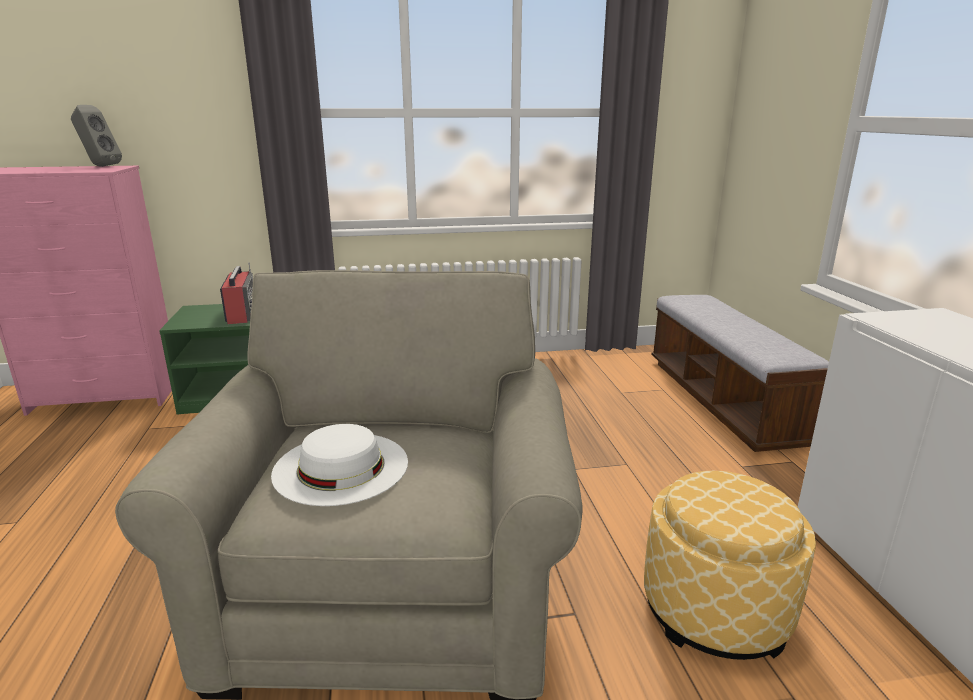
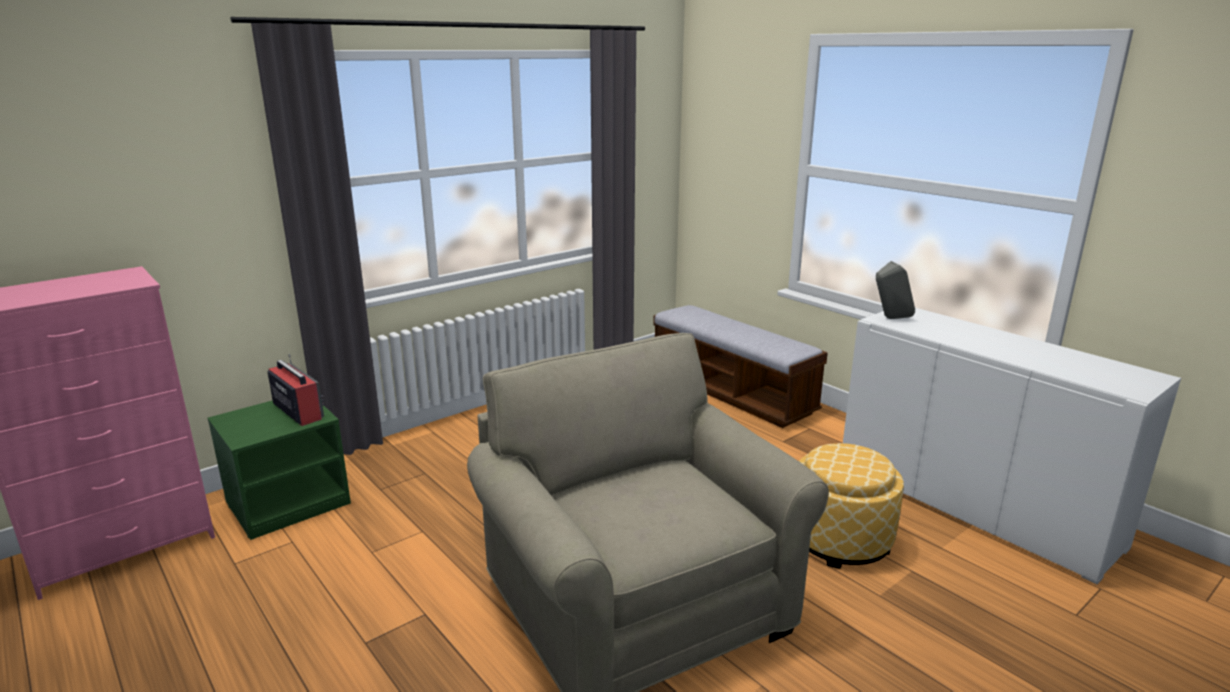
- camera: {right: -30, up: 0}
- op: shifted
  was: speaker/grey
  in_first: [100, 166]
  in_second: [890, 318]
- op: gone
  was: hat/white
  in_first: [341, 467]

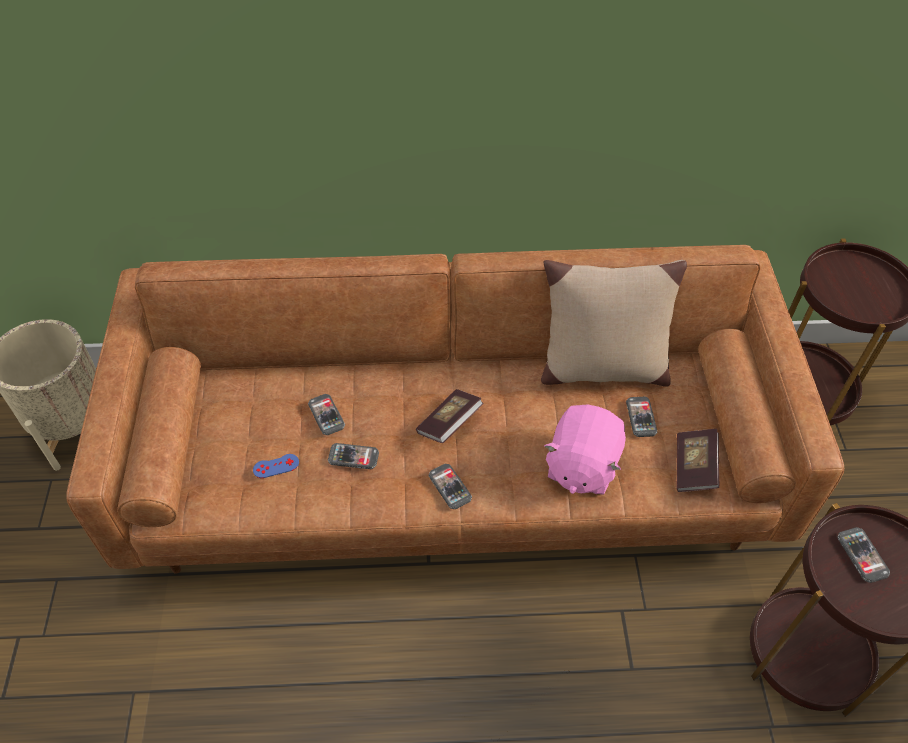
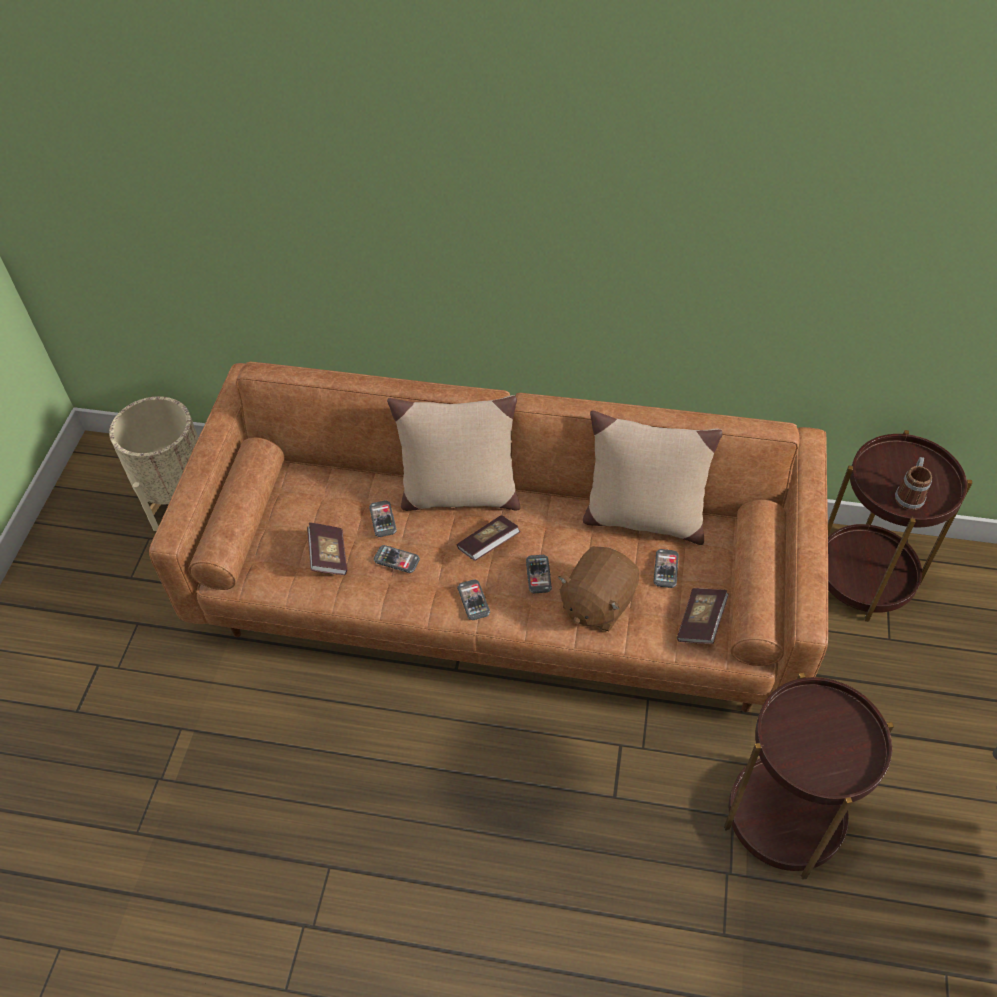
- camera: {right: 15, up: 0}
- op: swapped
  was: game controller/blue
  now: book
  in_first: [276, 466]
  in_second: [329, 556]
- op: new
  now: pillow/beige
  in_second: [458, 495]
- op: shifted
  was: phone
  in_first: [862, 555]
  in_second: [538, 574]
- op: repainted
  was: plush toy/pink
  now: plush toy/brown
  in_first: [581, 466]
  in_second: [597, 603]
- op: new
  now: mug
  in_second: [909, 494]

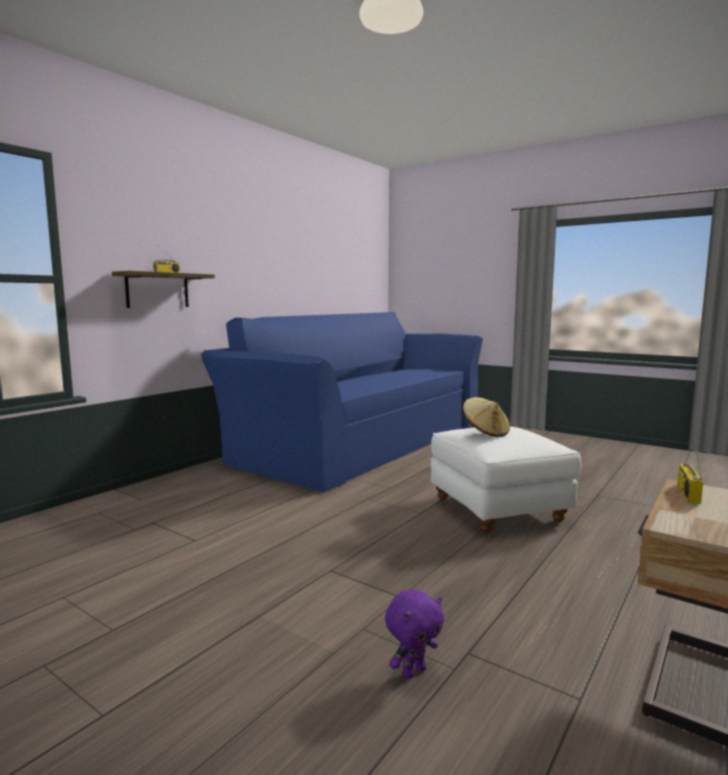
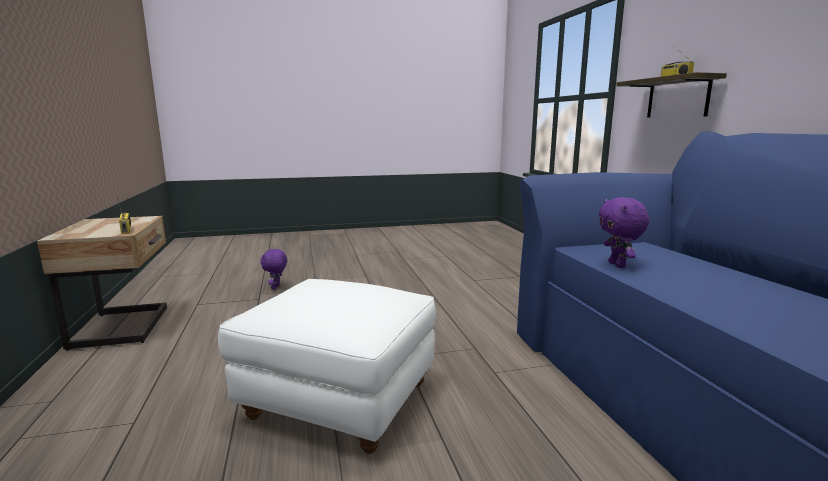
- camera: {right: 130, up: 5}
- op: new
  now: plush toy/purple
  in_second: [618, 265]
- op: gone
  was: hat/beige
  in_first: [485, 432]

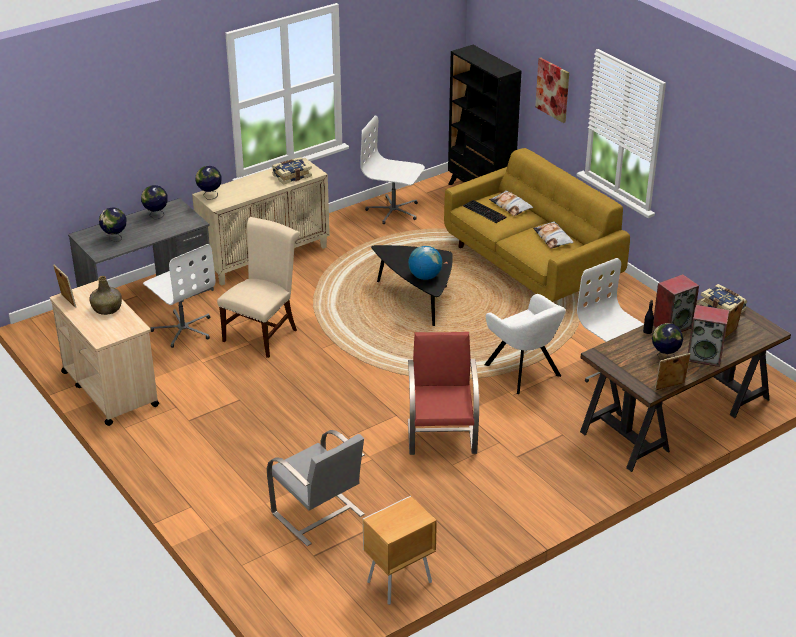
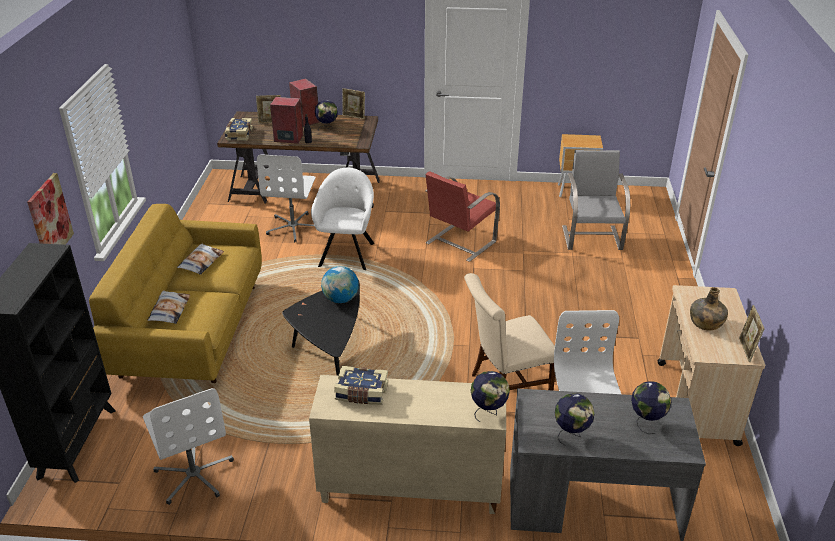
- camera: {right: -140, up: 0}
- op: gone
  was: keyboard
  in_first: [485, 211]

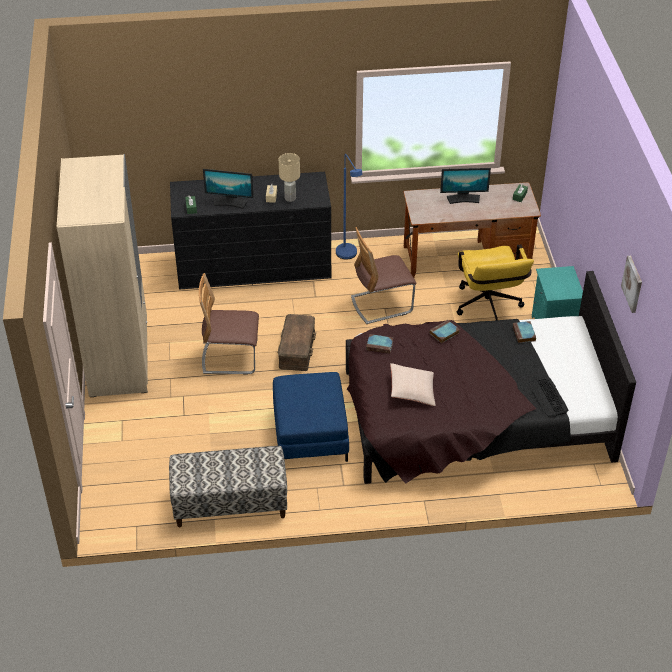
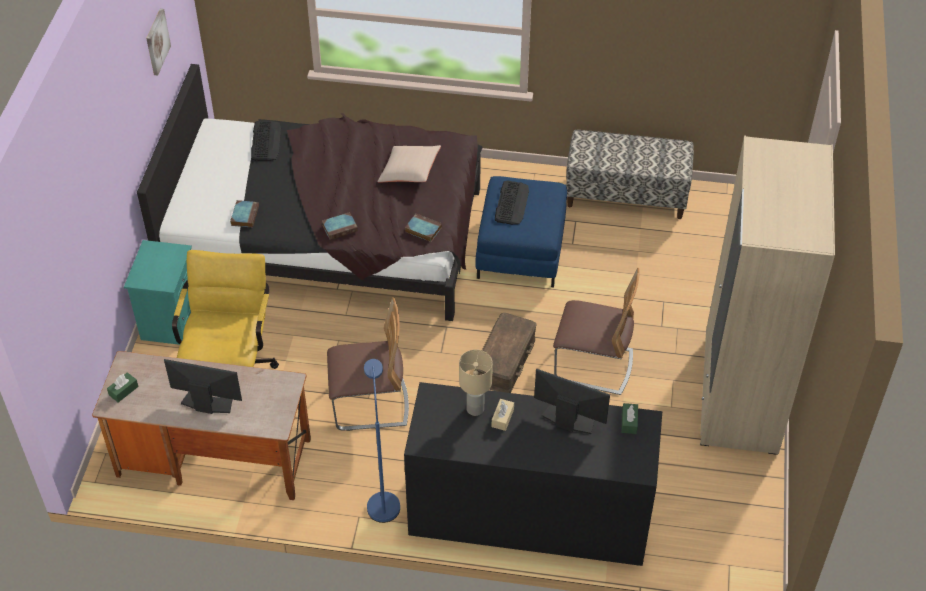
- camera: {right: -165, up: 5}
- op: new
  now: keyboard
  in_second: [511, 203]

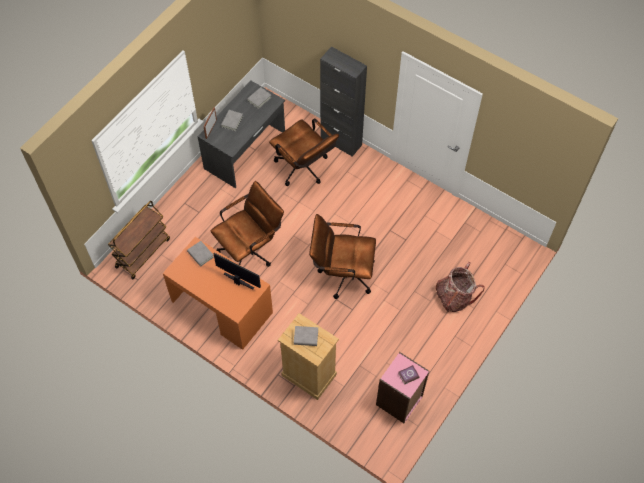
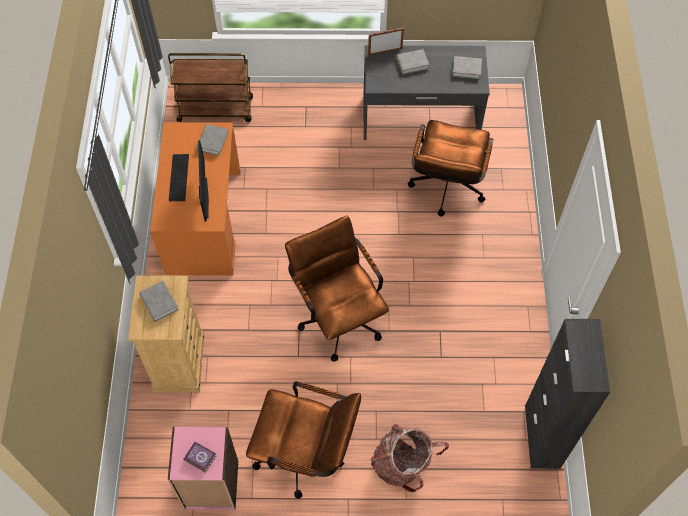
- camera: {right: 55, up: 0}
- op: new
  now: keyboard
  in_second: [179, 177]
- op: shifted
  was: office chair/brown
  in_first: [250, 249]
  in_second: [306, 455]
- op: shifted
  was: cabinet/black
  in_first: [341, 141]
  in_second: [542, 436]

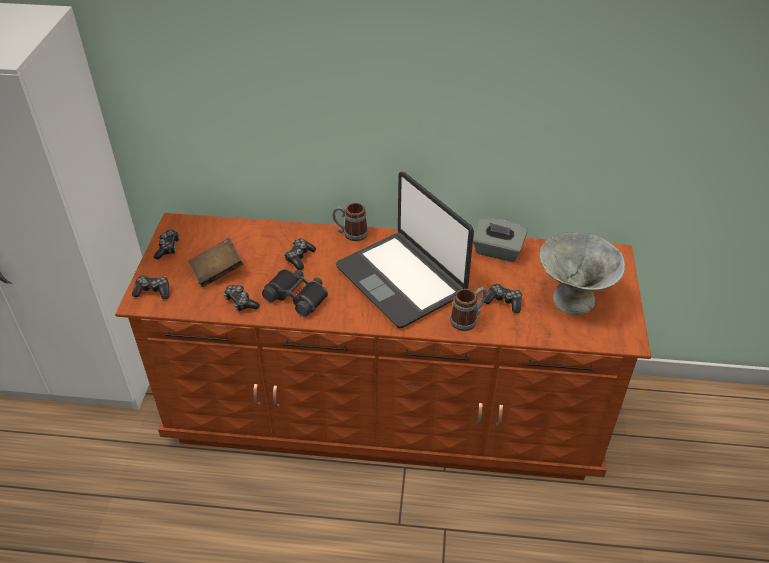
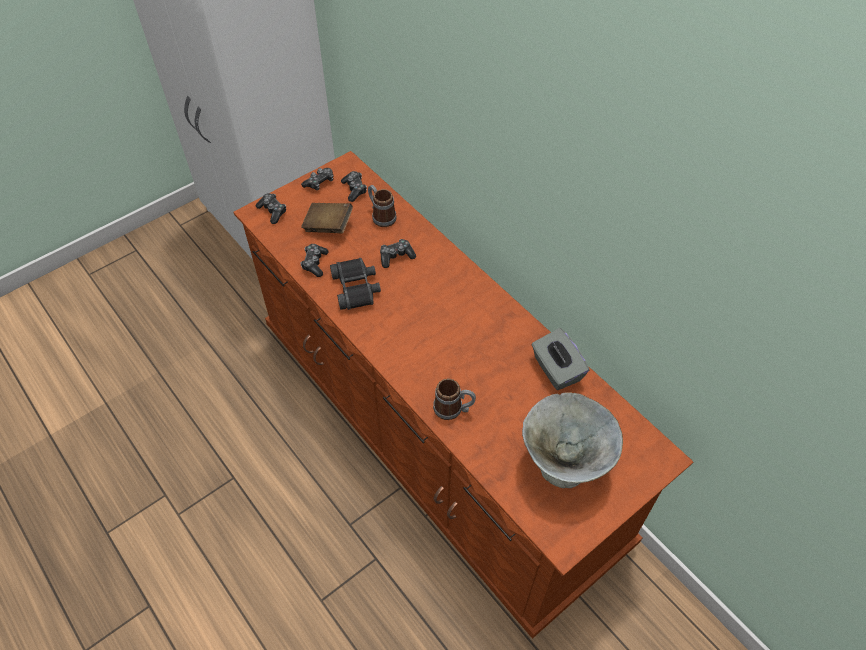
- camera: {right: 45, up: 10}
- op: shifted
  was: game controller
  in_first: [504, 302]
  in_second: [354, 189]
- op: shifted
  was: mug
  in_first: [350, 233]
  in_second: [381, 216]
- op: gone
  was: laptop
  in_first: [402, 279]

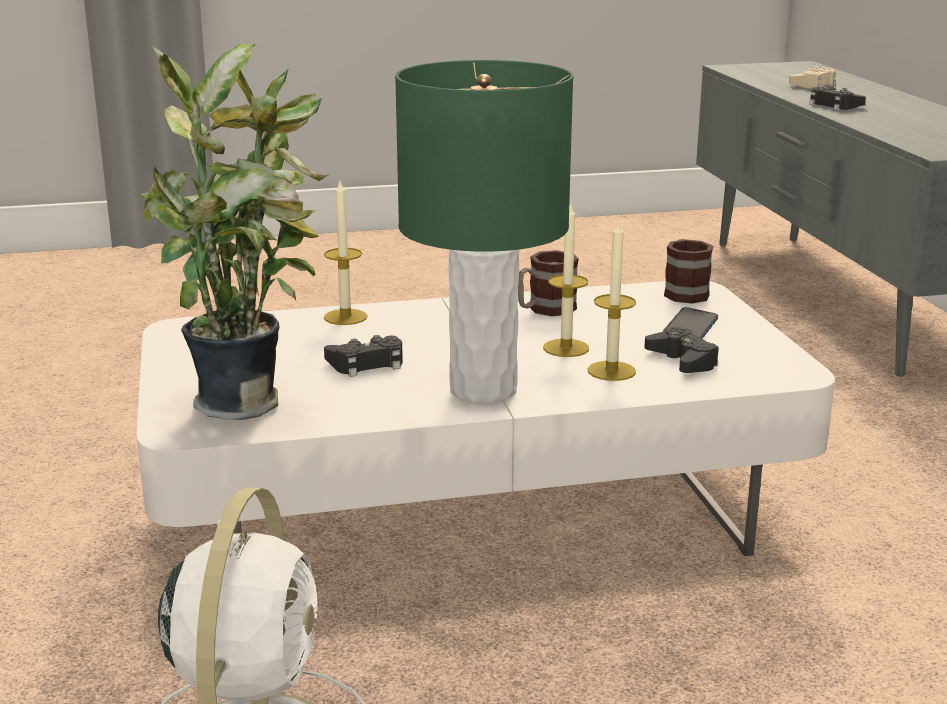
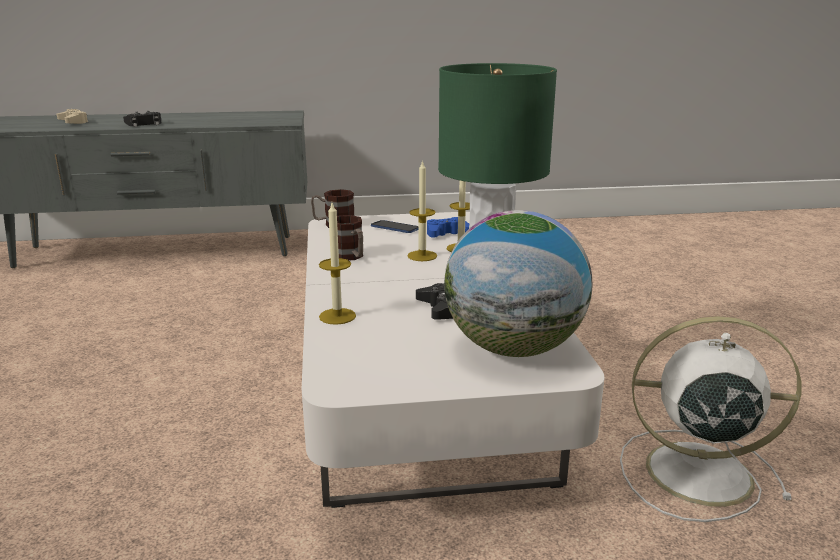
- camera: {right: -85, up: 0}
- op: repainted
  was: game controller/black
  now: game controller/blue
  in_first: [682, 360]
  in_second: [447, 233]
- op: swapped
  was: potted plant
  now: globe
  in_first: [247, 402]
  in_second: [513, 348]

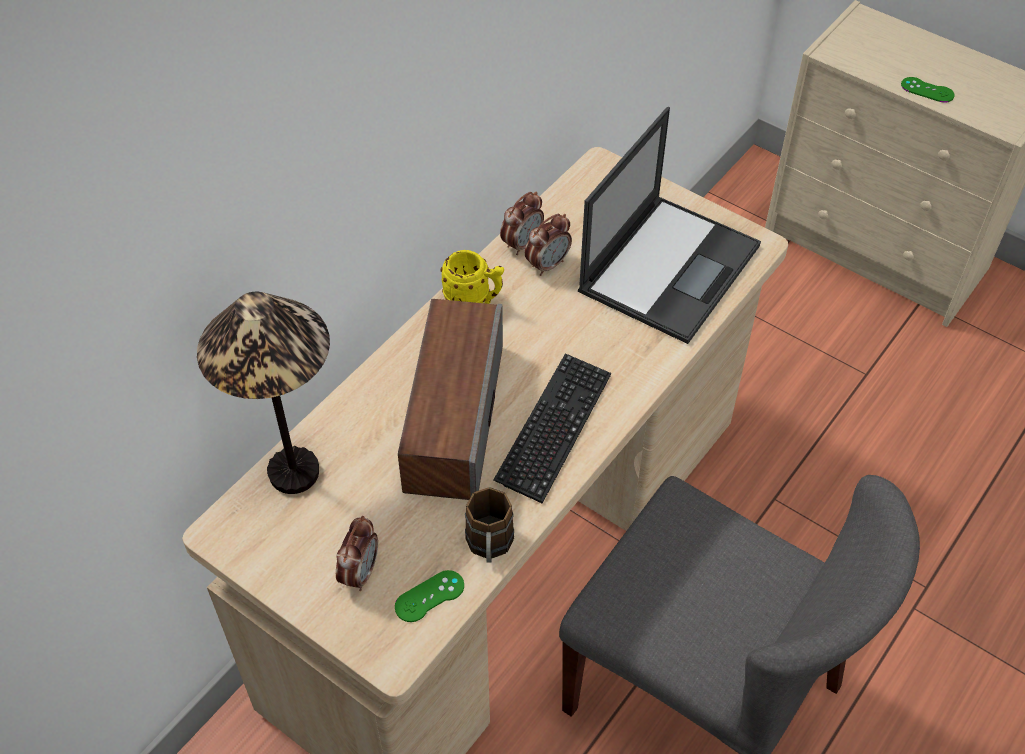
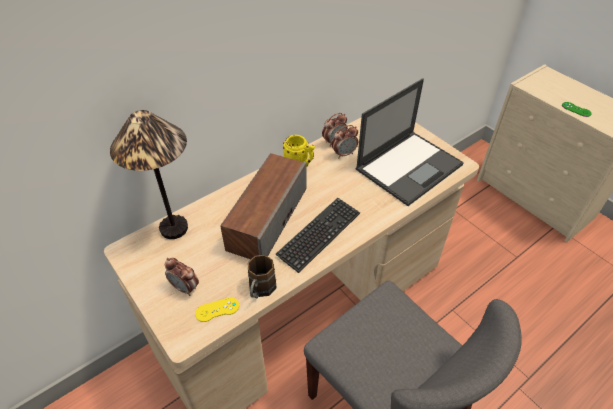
- camera: {right: 15, up: -5}
- op: rotated
  was: alarm clock
  in_first: [360, 573]
  in_second: [185, 288]
  clockwise: 90
- op: repainted
  was: game controller/green
  now: game controller/yellow
  in_first: [429, 596]
  in_second: [217, 309]

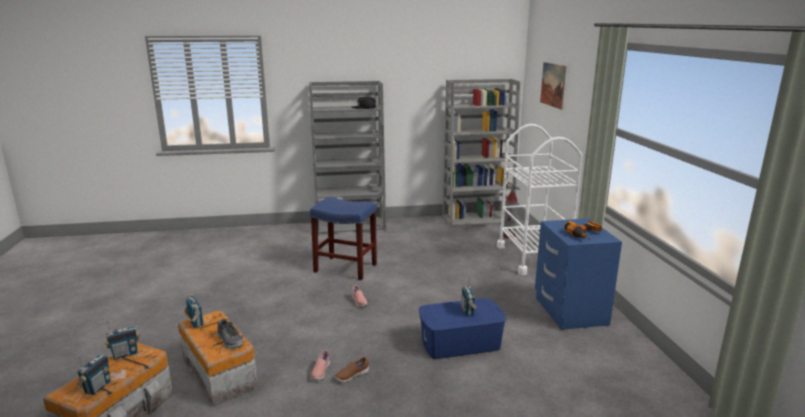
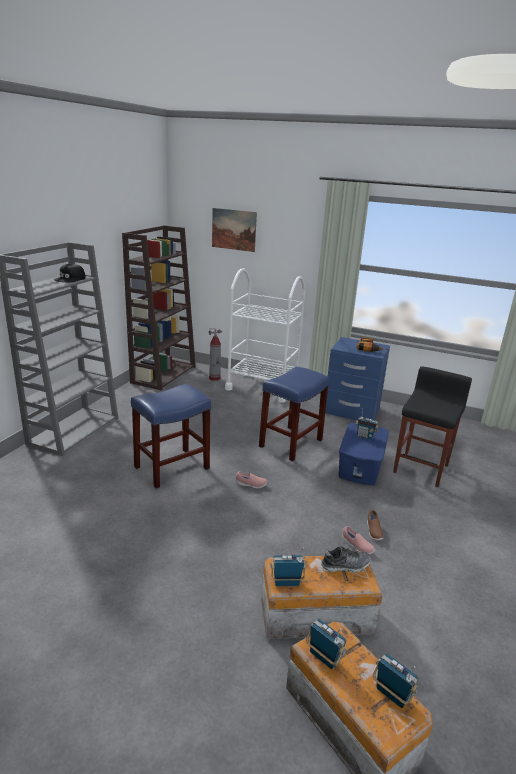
- camera: {right: -60, up: 5}
- op: repainted
  was: bookcase/grey
  now: bookcase/brown
  in_first: [478, 219]
  in_second: [163, 374]
- op: new
  now: stool/blue
  in_second: [291, 443]
- op: rotated
  was: radio
  in_first: [125, 354]
  in_second: [324, 657]
  clockwise: -45
- op: new
  now: stool/black
  in_second: [421, 468]

